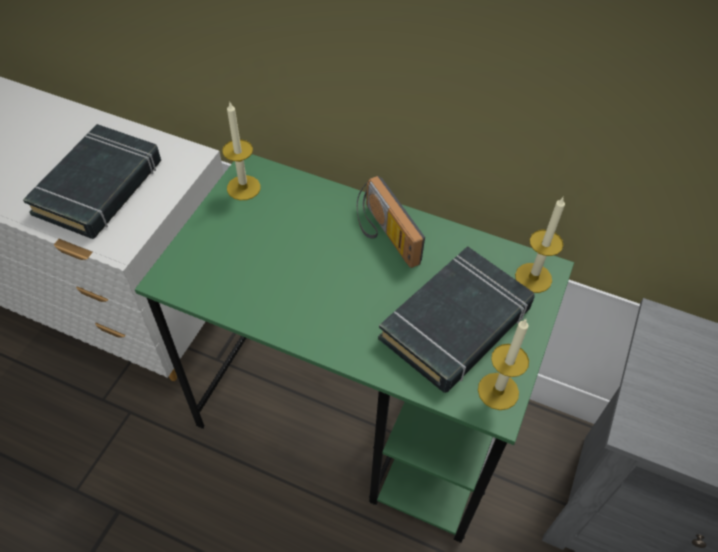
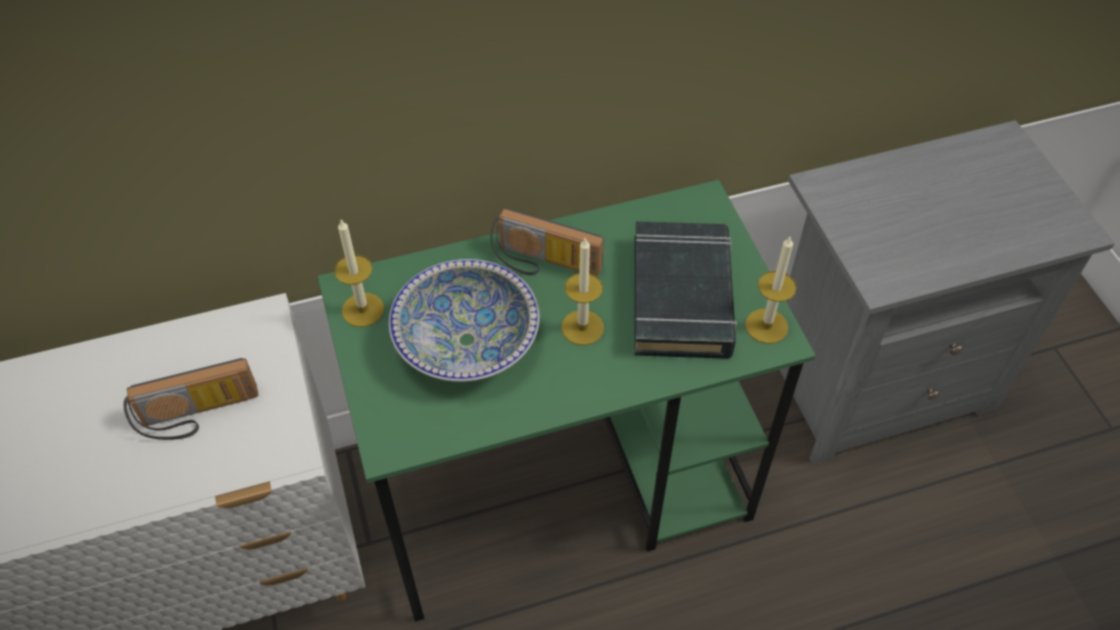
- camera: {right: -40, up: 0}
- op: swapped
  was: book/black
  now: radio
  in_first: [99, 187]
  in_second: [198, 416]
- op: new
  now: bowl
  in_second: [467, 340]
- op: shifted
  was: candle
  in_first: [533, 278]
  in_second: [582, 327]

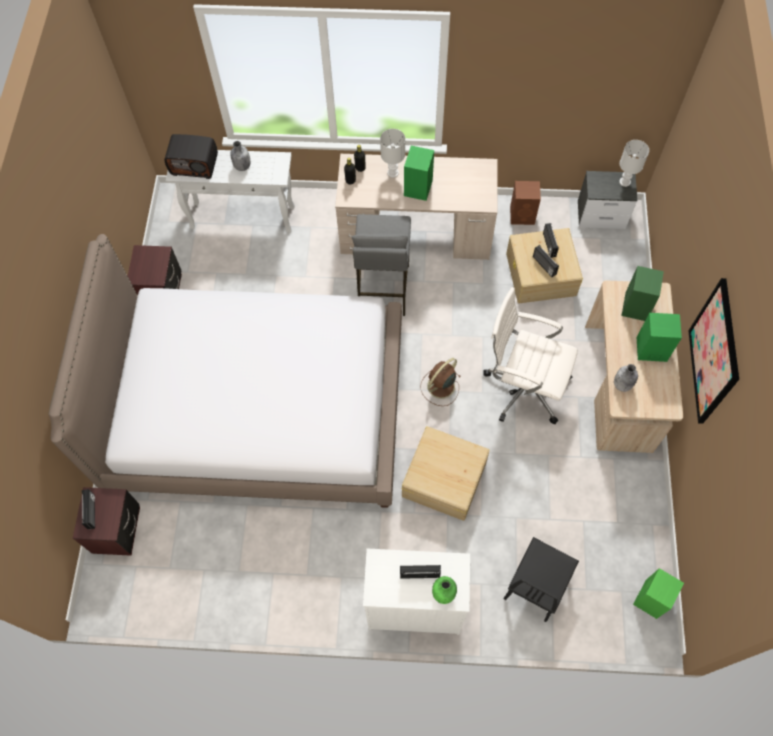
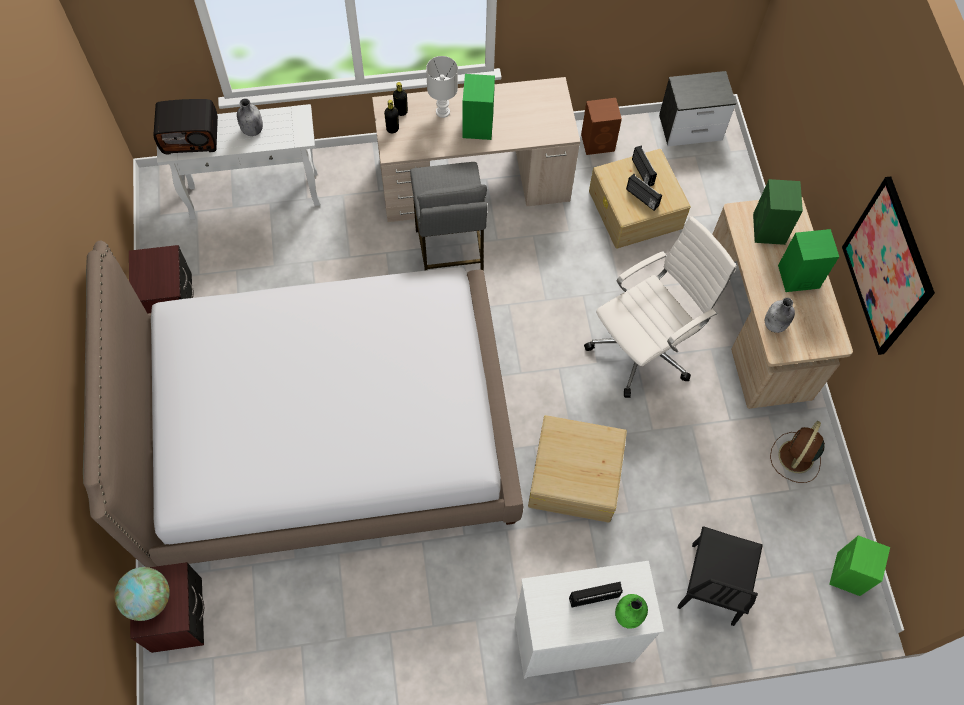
- camera: {right: -15, up: 0}
- op: swapped
  was: radio
  now: globe
  in_first: [92, 512]
  in_second: [149, 599]
- op: rotated
  was: office chair/white
  in_first: [523, 386]
  in_second: [644, 347]
  clockwise: 135
- op: shifted
  was: fan/brown
  in_first: [440, 387]
  in_second: [795, 458]
- op: gone
  was: table lamp/white
  in_first: [624, 182]

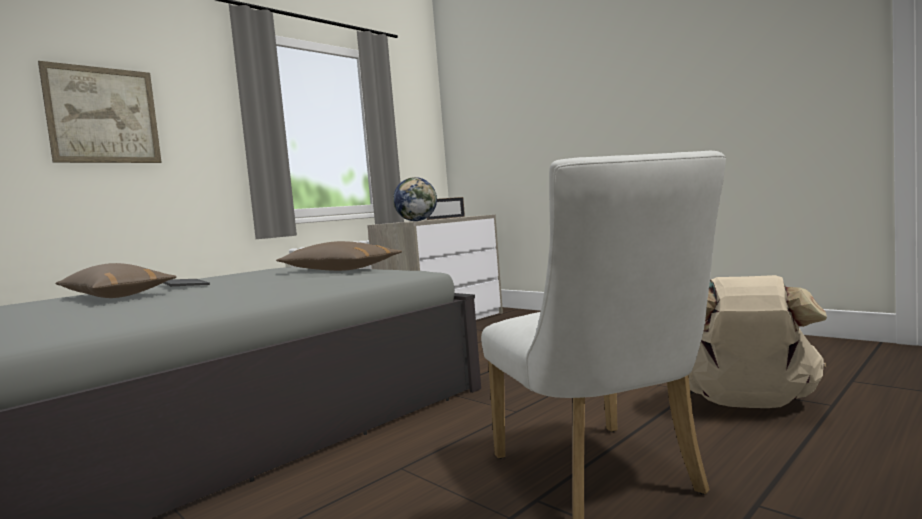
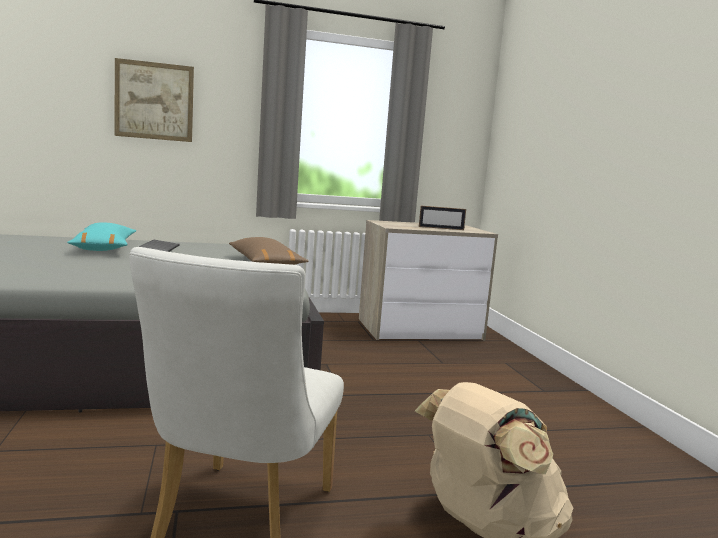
- camera: {right: 30, up: 5}
- op: repainted
  was: pillow/brown
  now: pillow/turquoise
  in_first: [115, 296]
  in_second: [104, 248]
- op: gone
  was: globe
  in_first: [417, 221]

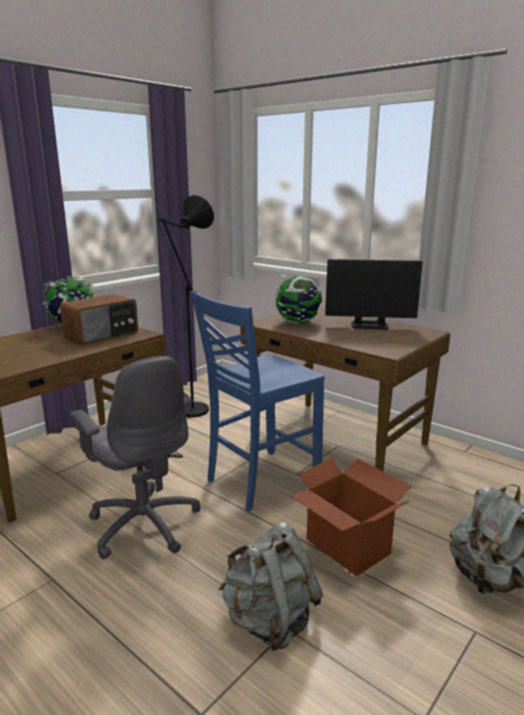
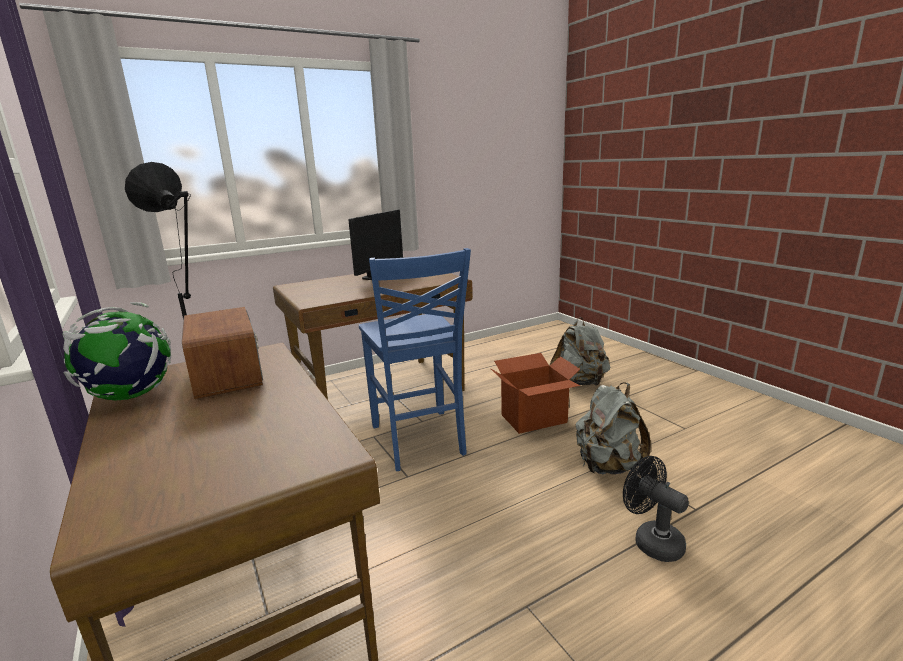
- camera: {right: -70, up: 0}
- op: new
  now: fan/black
  in_second: [651, 540]
- op: gone
  was: office chair/grey
  in_first: [144, 523]
- op: gone
  was: globe
  in_first: [298, 322]

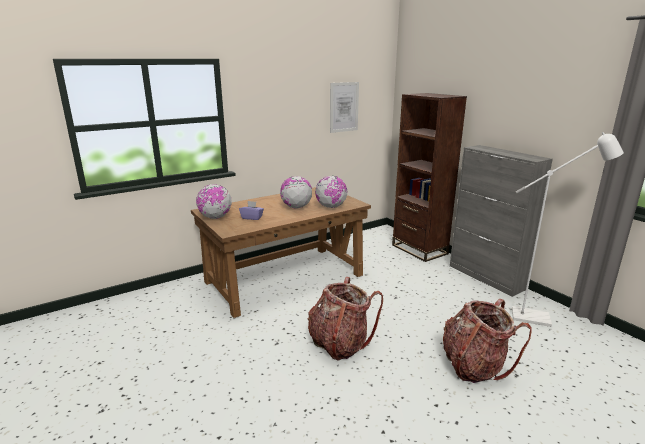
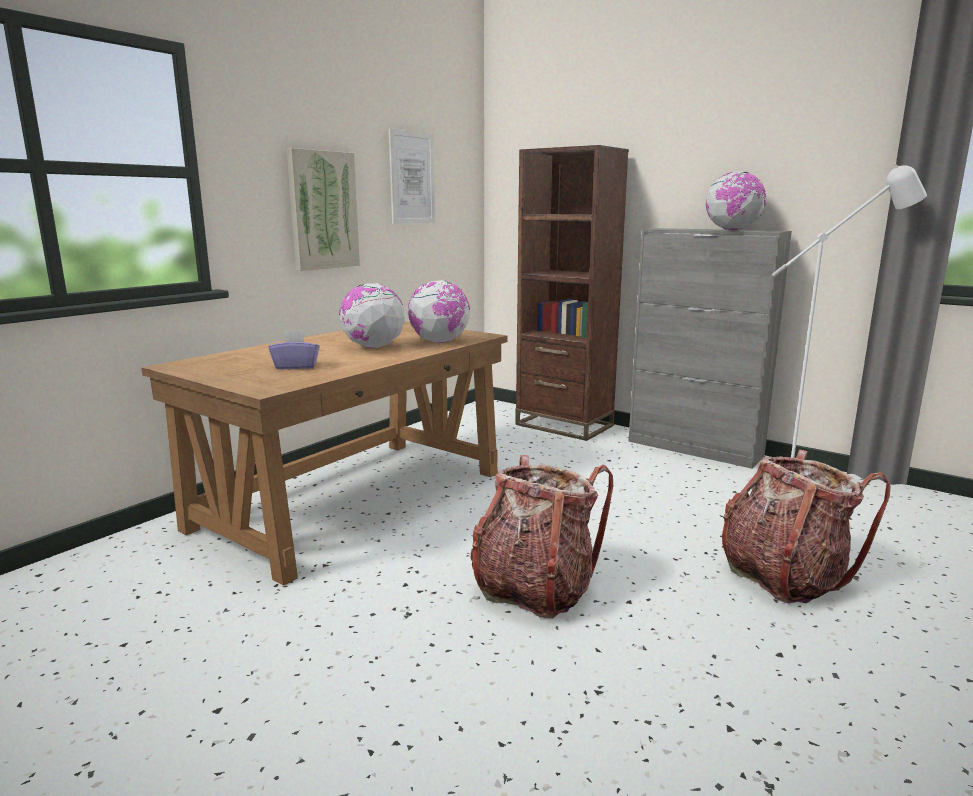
- camera: {right: -20, up: -5}
- op: new
  now: picture
  in_second: [323, 210]
- op: shifted
  was: globe
  in_first: [215, 217]
  in_second: [732, 230]

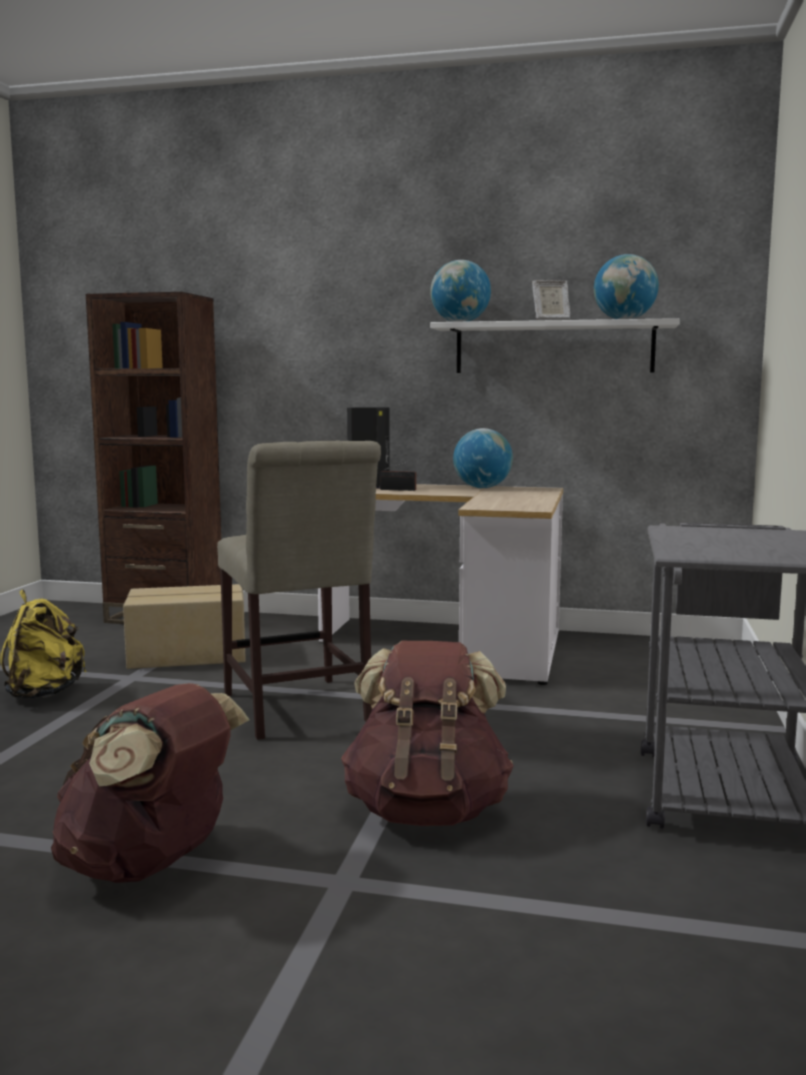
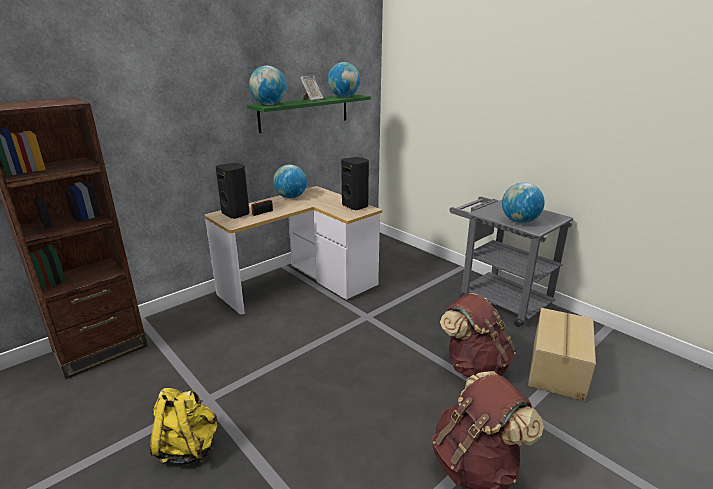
- camera: {right: -55, up: 15}
- op: repainted
  was: shelf/white
  now: shelf/green
  in_first: [553, 348]
  in_second: [304, 112]
- op: new
  now: speaker/black
  in_second: [356, 206]
- op: new
  now: globe
  in_second: [519, 221]
- op: shifted
  was: cardboard box
  in_first: [188, 655]
  in_second: [558, 368]
- op: gone
  was: chair/beige
  in_first: [298, 711]

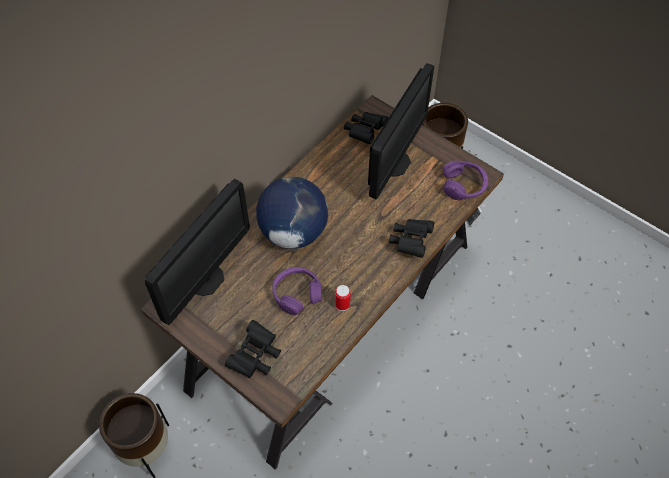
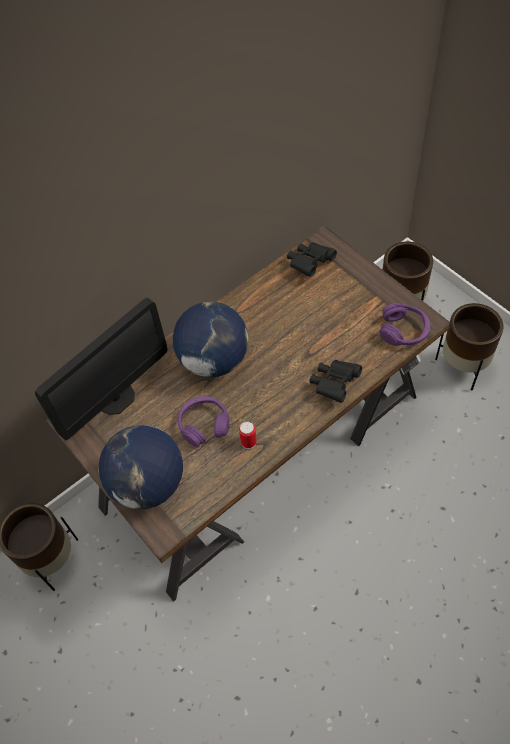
- camera: {right: 15, up: 0}
- op: swapped
  was: binoculars/black
  now: globe
  in_first: [255, 356]
  in_second: [148, 484]
- op: new
  now: planter/brown
  in_second: [463, 366]
- op: gone
  was: monitor
  in_first: [394, 163]

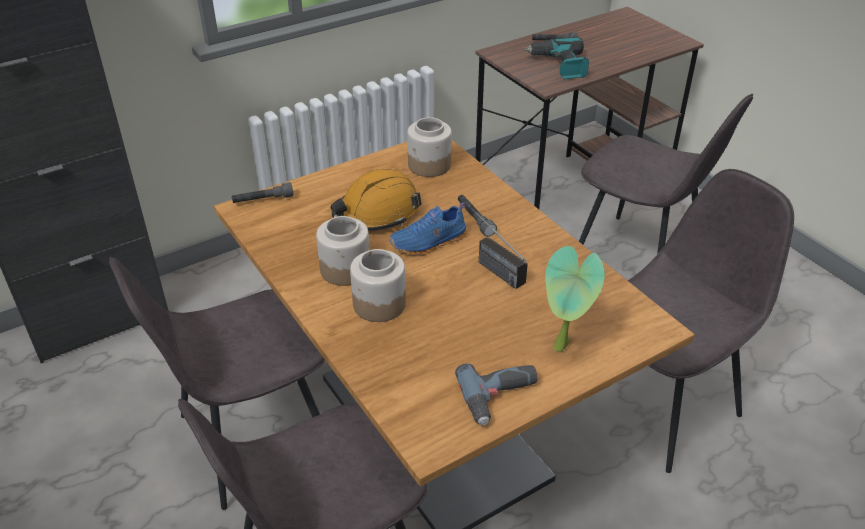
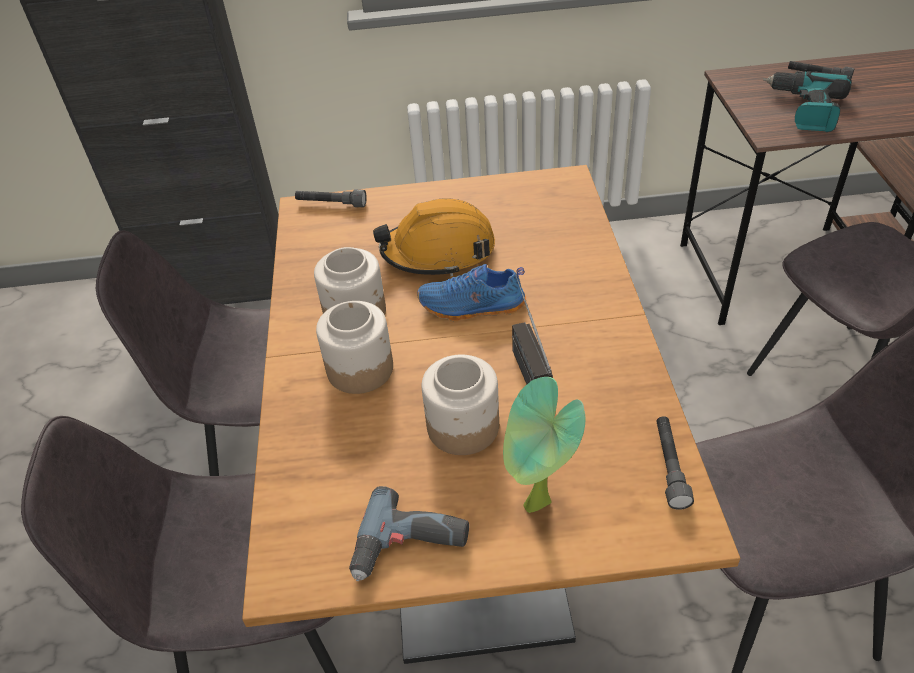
- camera: {right: 30, up: 5}
- op: shifted
  was: jar
  in_first: [429, 165]
  in_second: [462, 427]
- op: shifted
  was: flashlight/grey
  in_first: [475, 220]
  in_second: [669, 467]

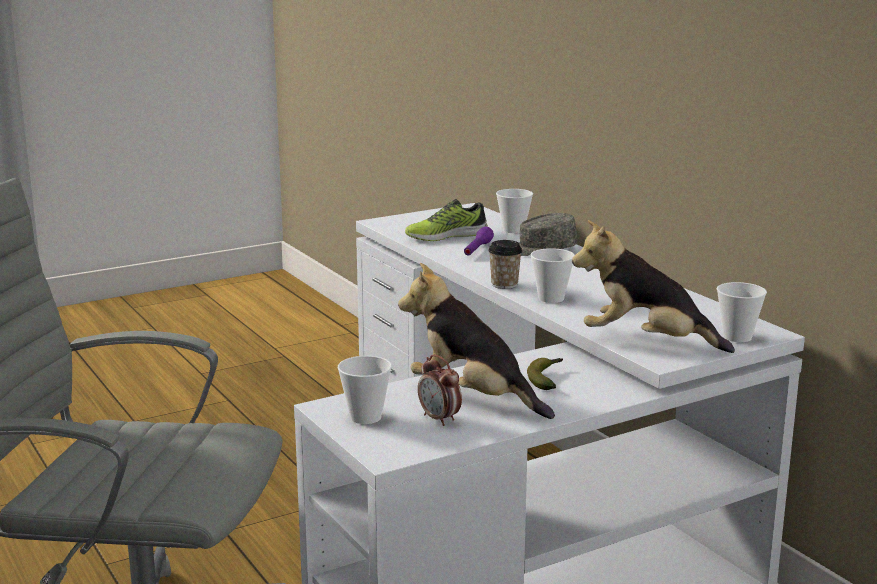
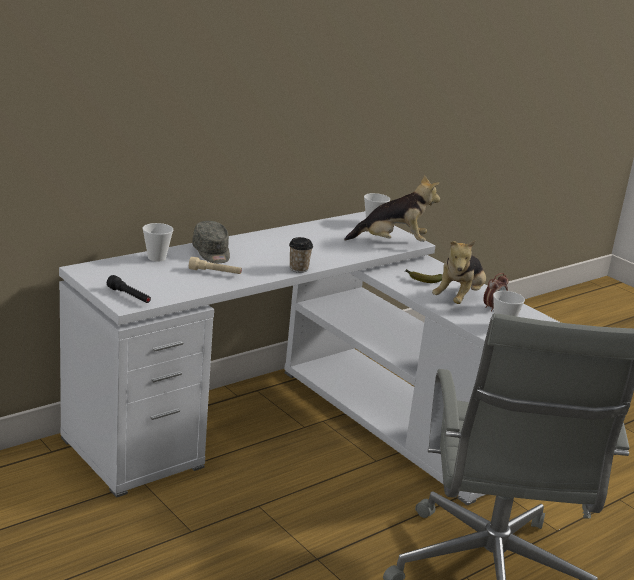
- camera: {right: -100, up: 5}
- op: new
  now: flashlight/black
  in_second: [129, 296]
- op: repainted
  was: flashlight/purple
  now: flashlight/beige
  in_first: [477, 250]
  in_second: [215, 272]
- op: rotated
  was: plush toy
  in_first: [646, 343]
  in_second: [392, 243]
  clockwise: -105
- op: gone
  was: shoe
  in_first: [446, 236]
- op: gone
  was: cup
  in_first: [551, 298]

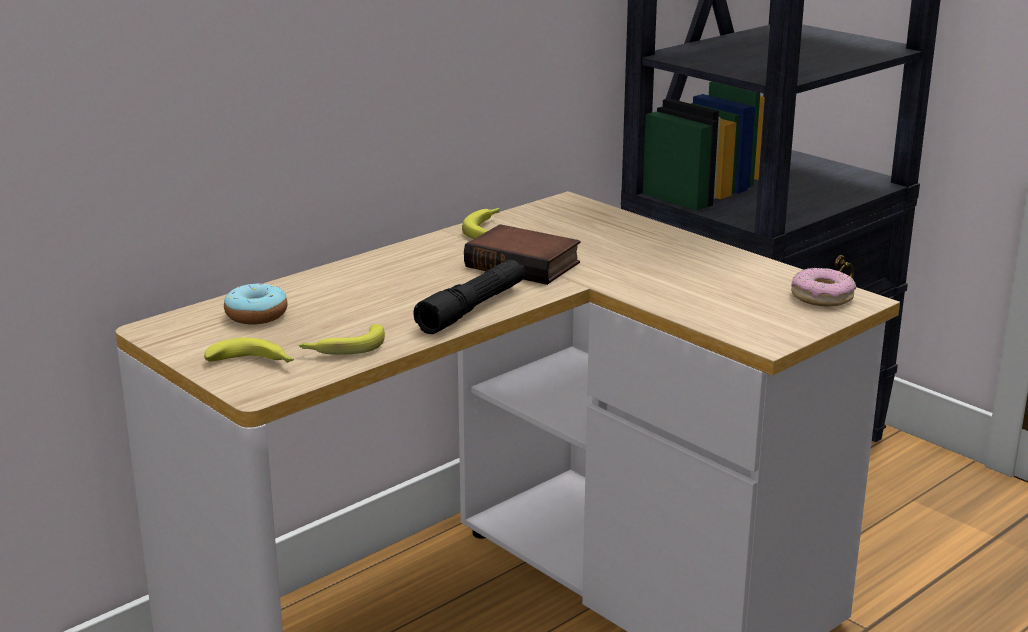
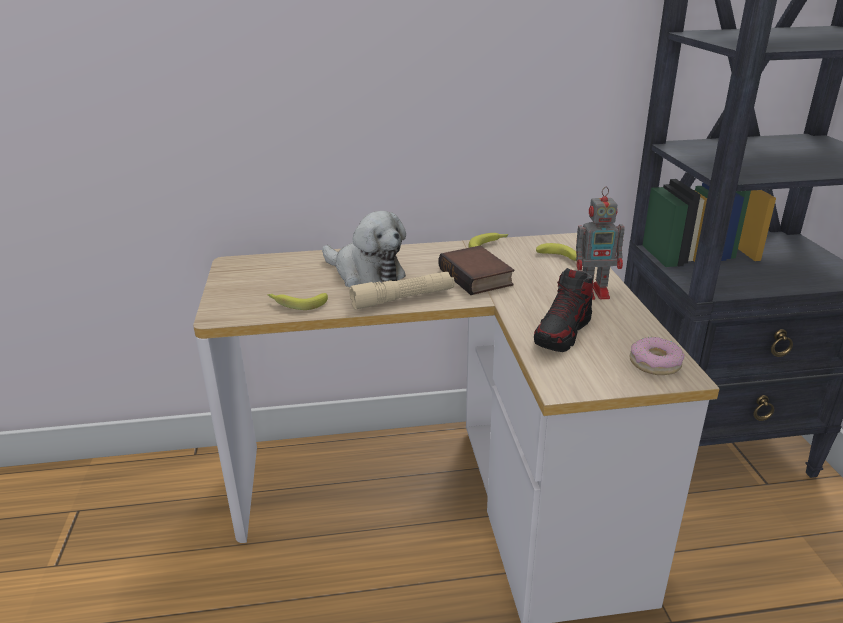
- camera: {right: 35, up: 5}
- op: new
  now: plush toy
  in_second: [365, 274]
- op: repainted
  was: flashlight/black
  now: flashlight/beige
  in_first: [473, 308]
  in_second: [403, 299]
- op: new
  now: shoe
  in_second: [563, 332]
- op: shifted
  was: banana
  in_first: [253, 363]
  in_second: [560, 259]
- op: new
  now: toy robot
  in_second: [595, 292]
- op: gone
  was: donut
  in_first: [256, 315]

